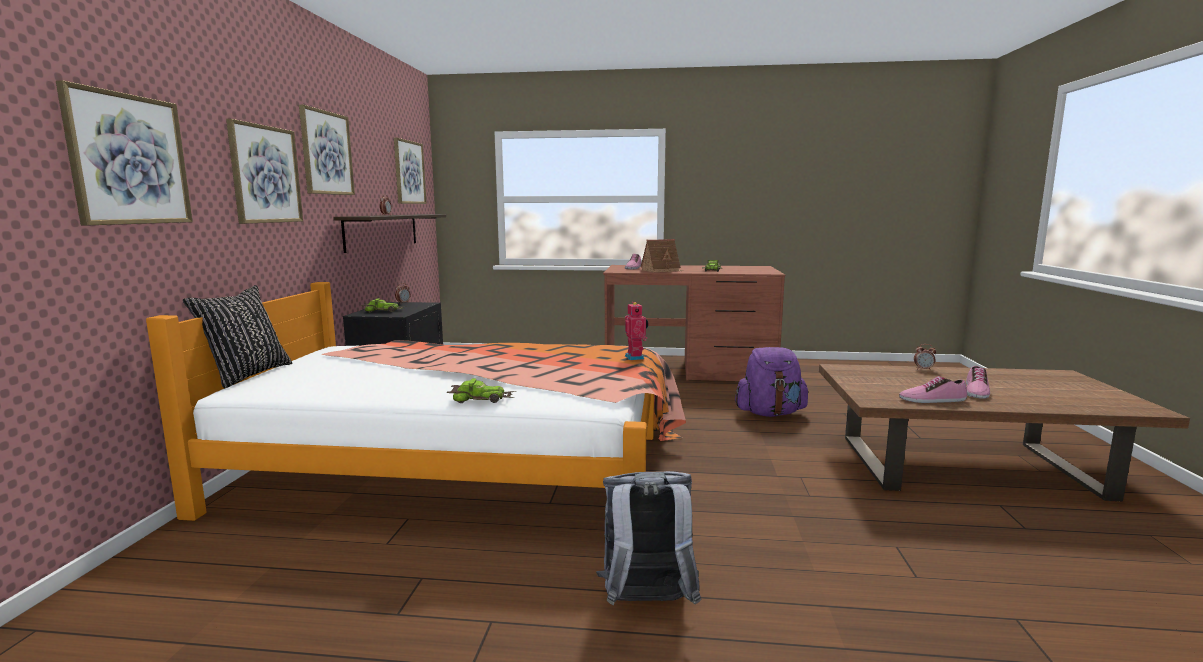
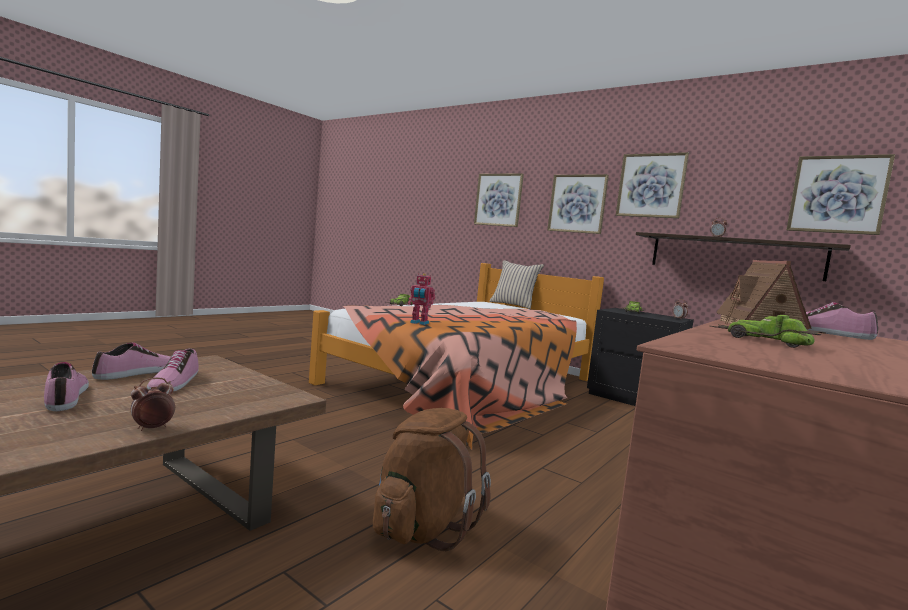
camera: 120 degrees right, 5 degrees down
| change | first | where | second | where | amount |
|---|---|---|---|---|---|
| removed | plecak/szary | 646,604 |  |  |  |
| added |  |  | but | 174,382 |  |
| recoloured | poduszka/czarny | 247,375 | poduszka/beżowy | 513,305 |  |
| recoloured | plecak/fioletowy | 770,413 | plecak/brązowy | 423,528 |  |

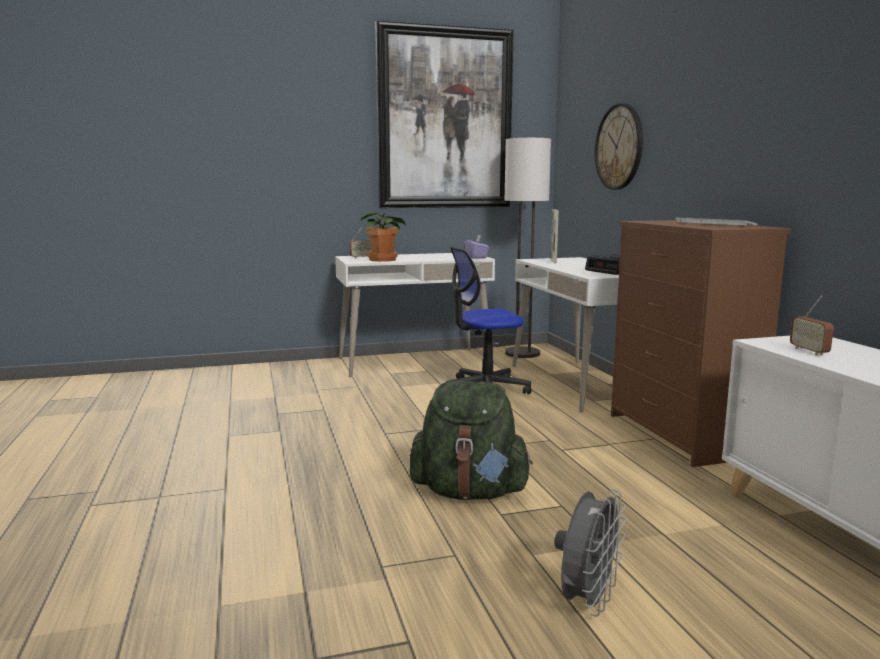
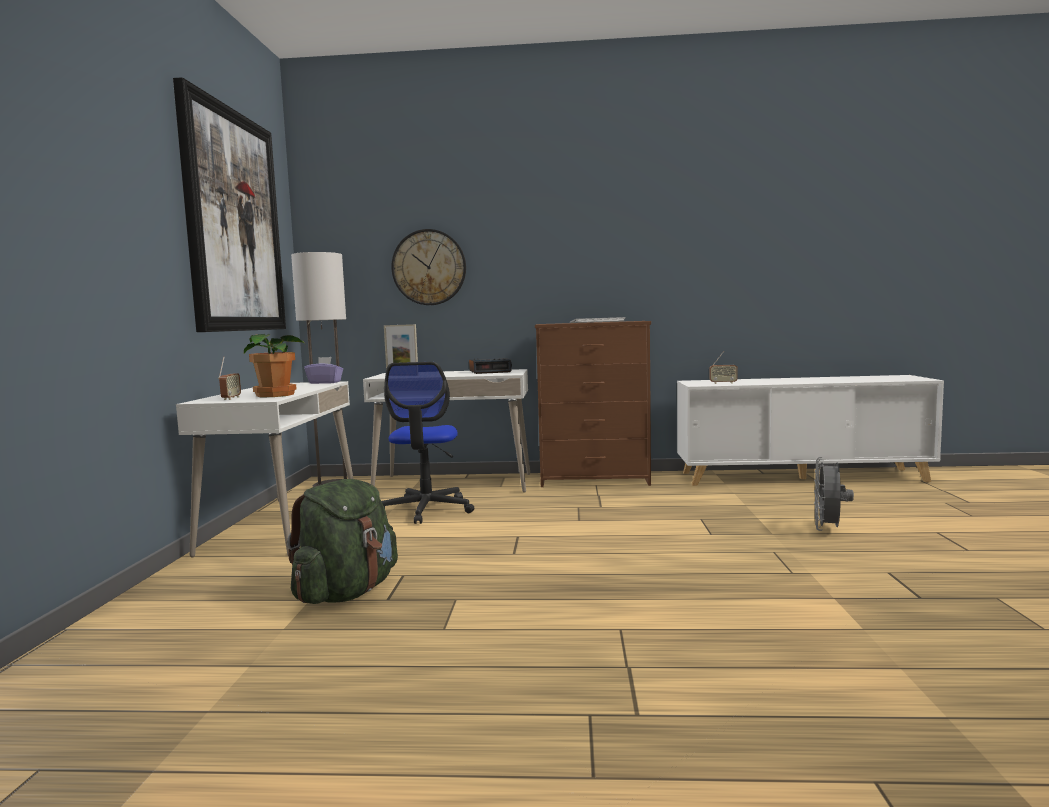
camera: 70 degrees left, 5 degrees down
| change | first | where | second | where | amount |
|---|---|---|---|---|---|
| moved | plecak/zielony | 469,492 |  | 347,593 |  |
| turned | wentylator/szary | 587,601 |  | 828,529 | 120 degrees counterclockwise |

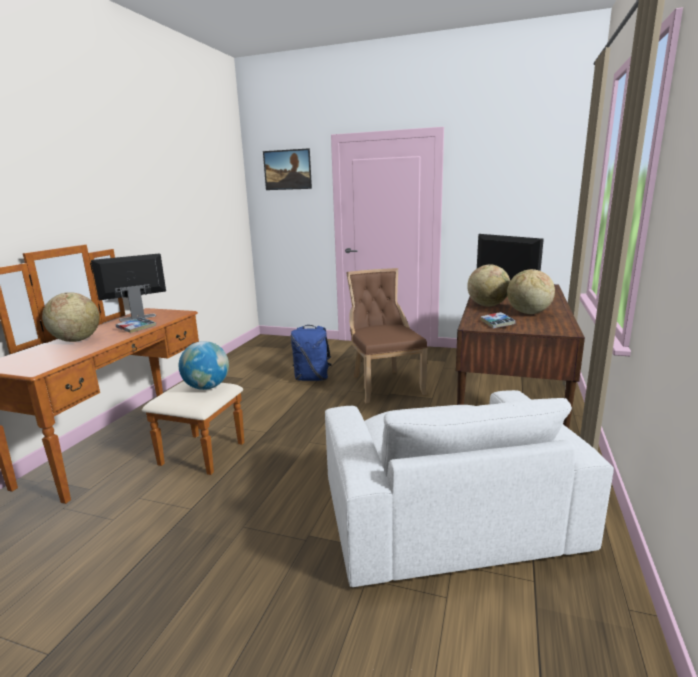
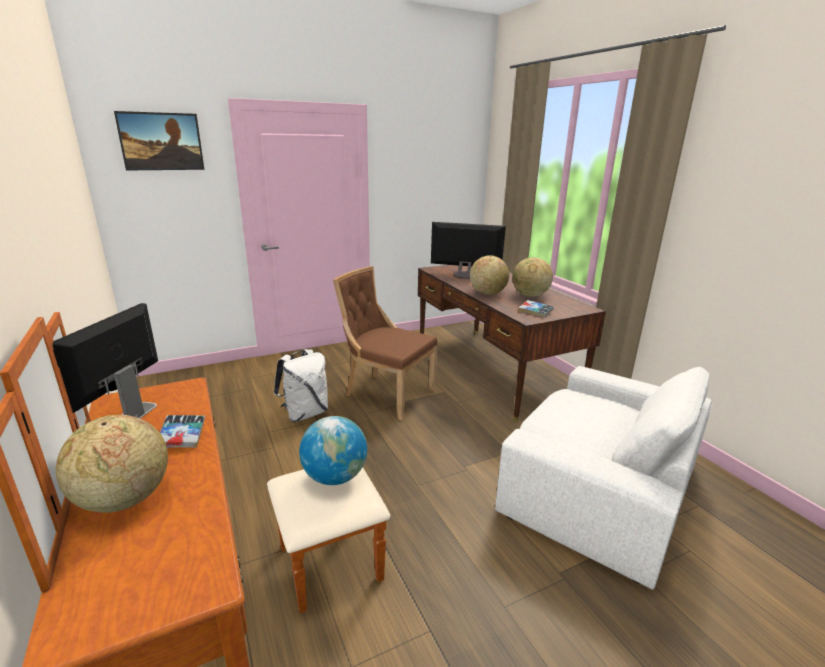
camera: 45 degrees left, 5 degrees up
| change | first | where | second | where | amount |
|---|---|---|---|---|---|
| recoloured | plecak/niebieski | 312,378 | plecak/biały | 305,413 |  |

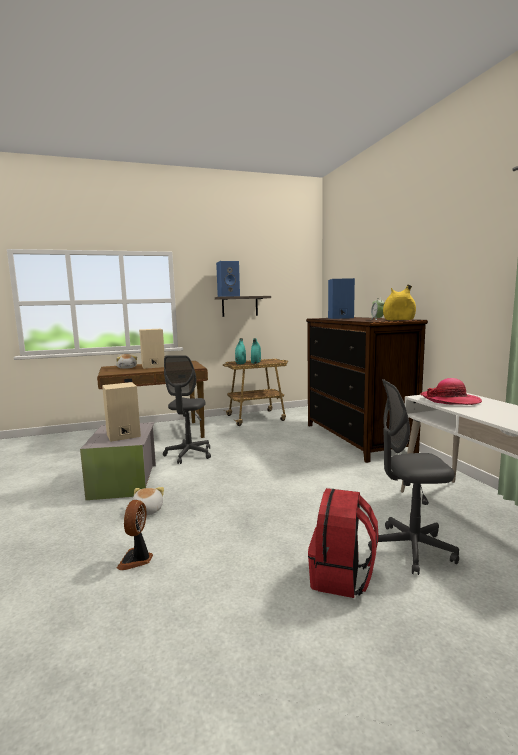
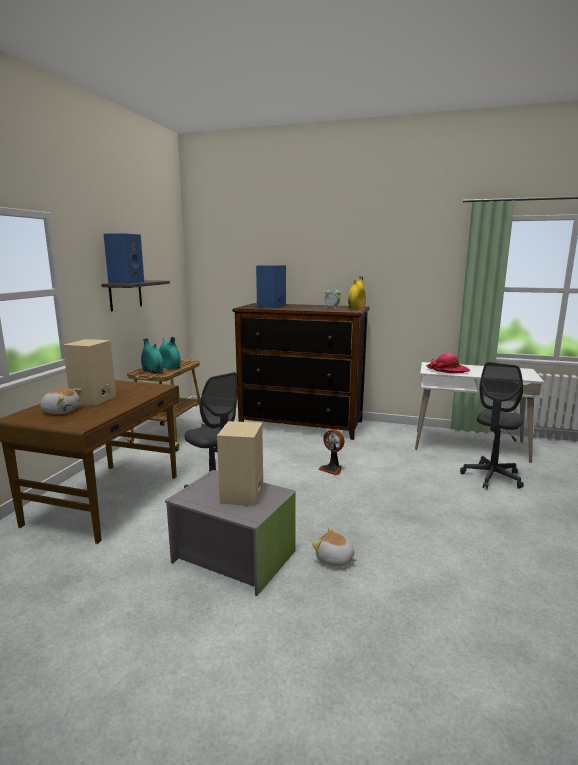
camera: 55 degrees left, 5 degrees up
| change | first | where | second | where | amount |
|---|---|---|---|---|---|
| removed | plecak/czerwony | 342,577 |  |  |  |
| moved | wentylator | 136,559 |  | 332,469 |  |

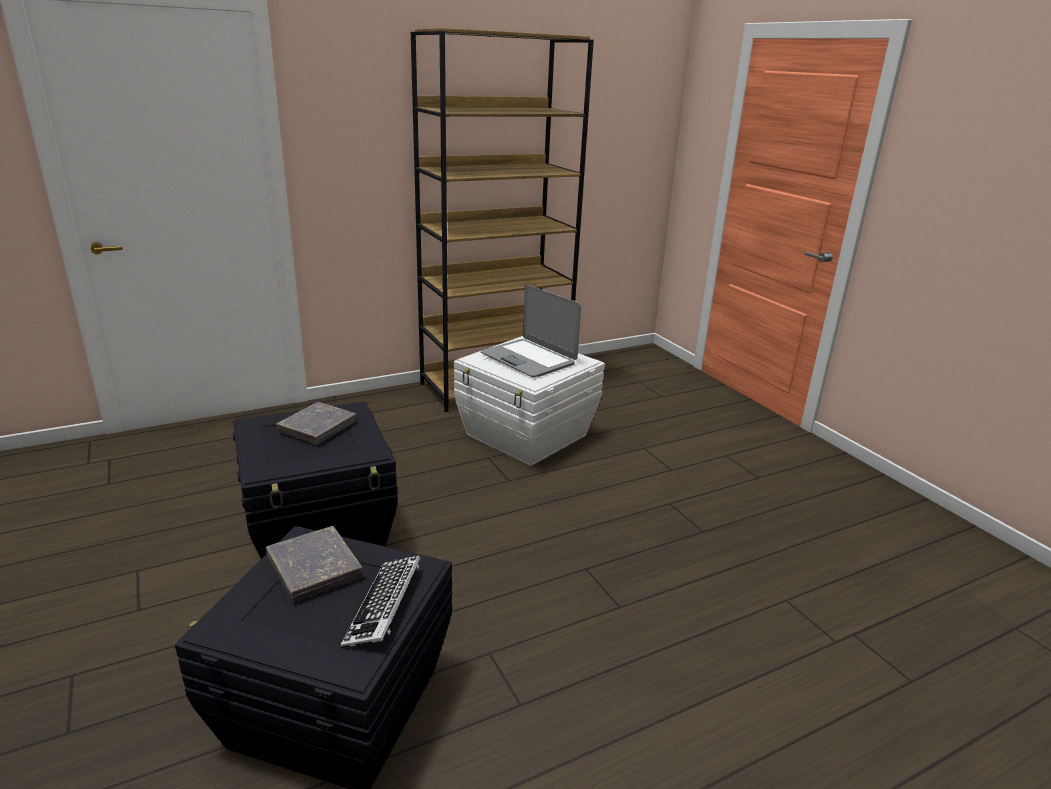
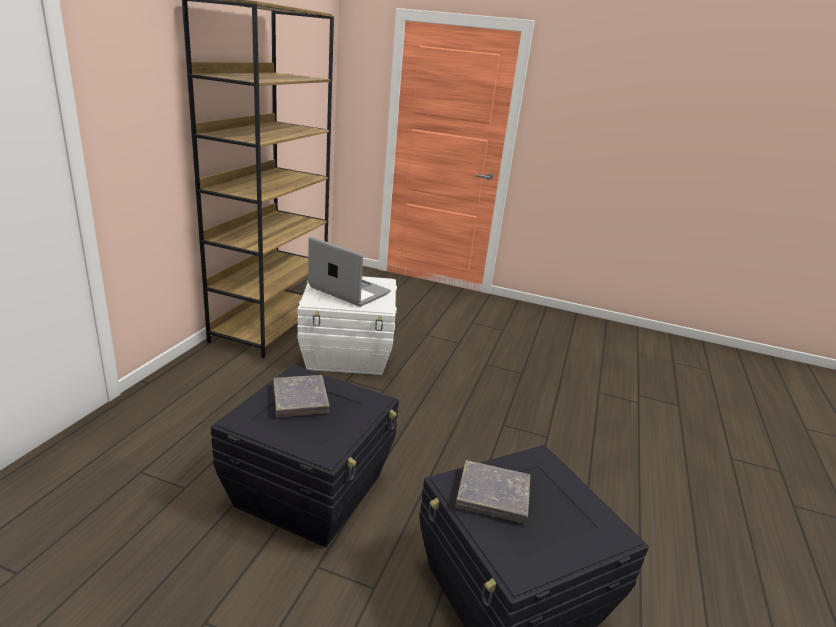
camera: 45 degrees left, 0 degrees up
| change | first | where | second | where | amount |
|---|---|---|---|---|---|
| removed | klawiatura | 384,606 |  |  |  |
| turned | laptop | 529,359 |  | 349,290 | 150 degrees counterclockwise |

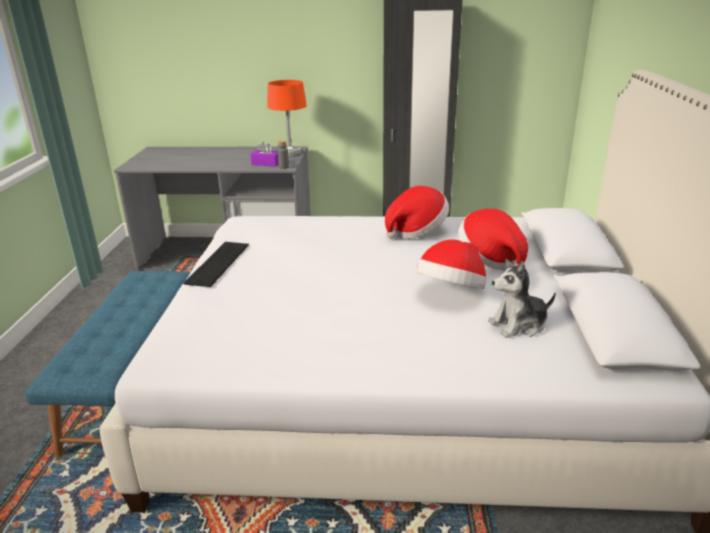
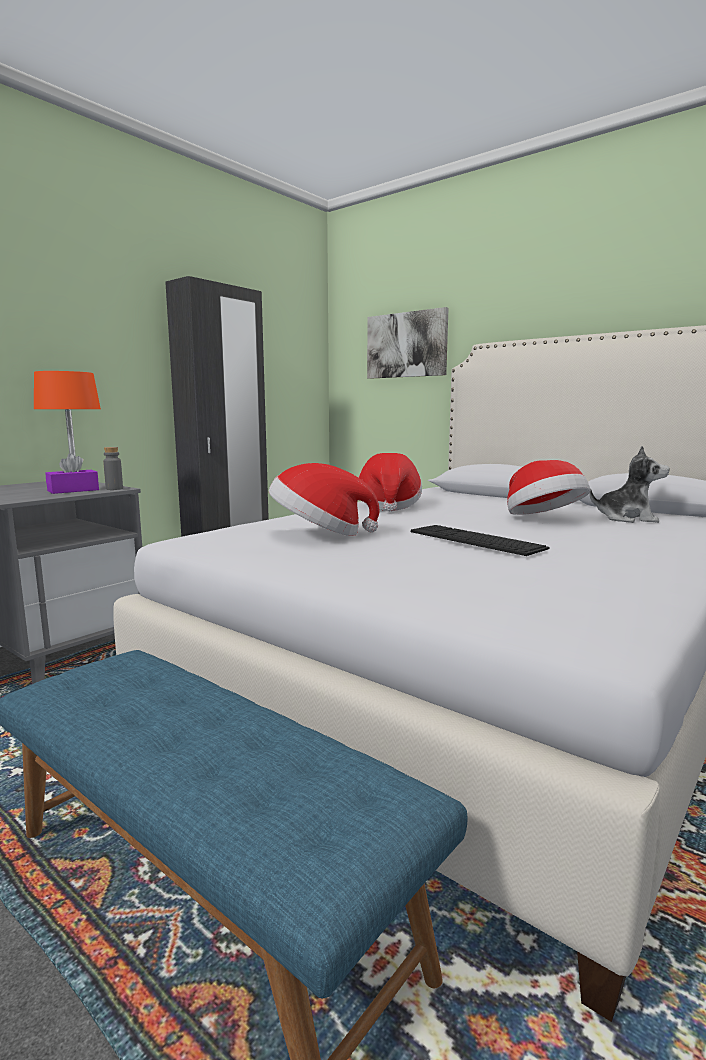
camera: 55 degrees left, 15 degrees down
| change | first | where | second | where | amount |
|---|---|---|---|---|---|
| added |  |  | obraz | 407,345 |  |
| moved | klawiatura | 218,263 |  | 475,540 |  |
| moved | kapelusz | 490,258 |  | 320,533 |  |
| turned | pluszak | 519,325 |  | 627,519 | 90 degrees counterclockwise |

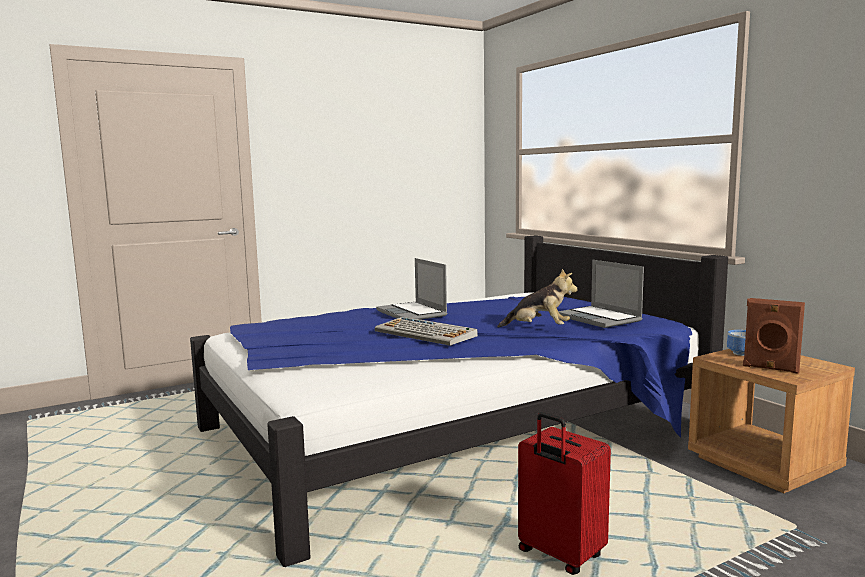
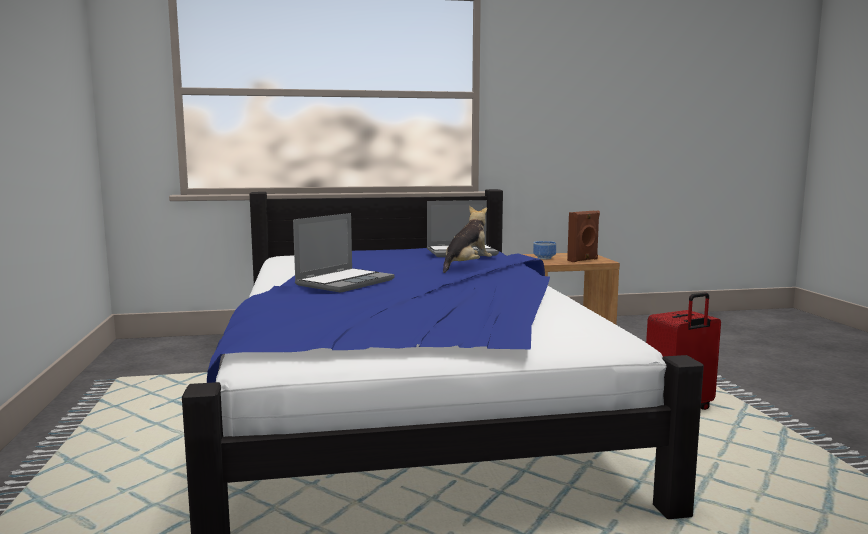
camera: 70 degrees left, 0 degrees up
| change | first | where | second | where | amount |
|---|---|---|---|---|---|
| removed | klawiatura | 426,333 |  |  |  |
| turned | laptop | 412,313 |  | 345,282 | 45 degrees counterclockwise |

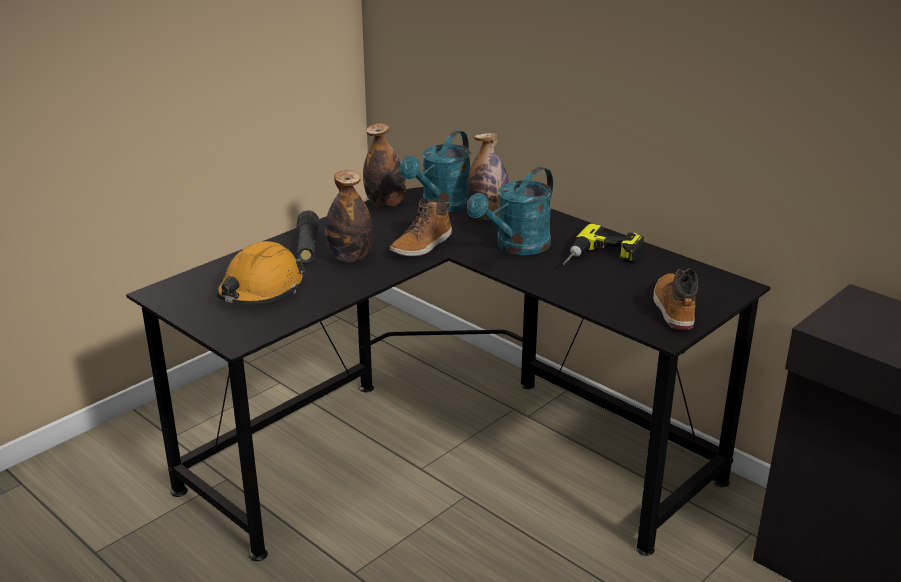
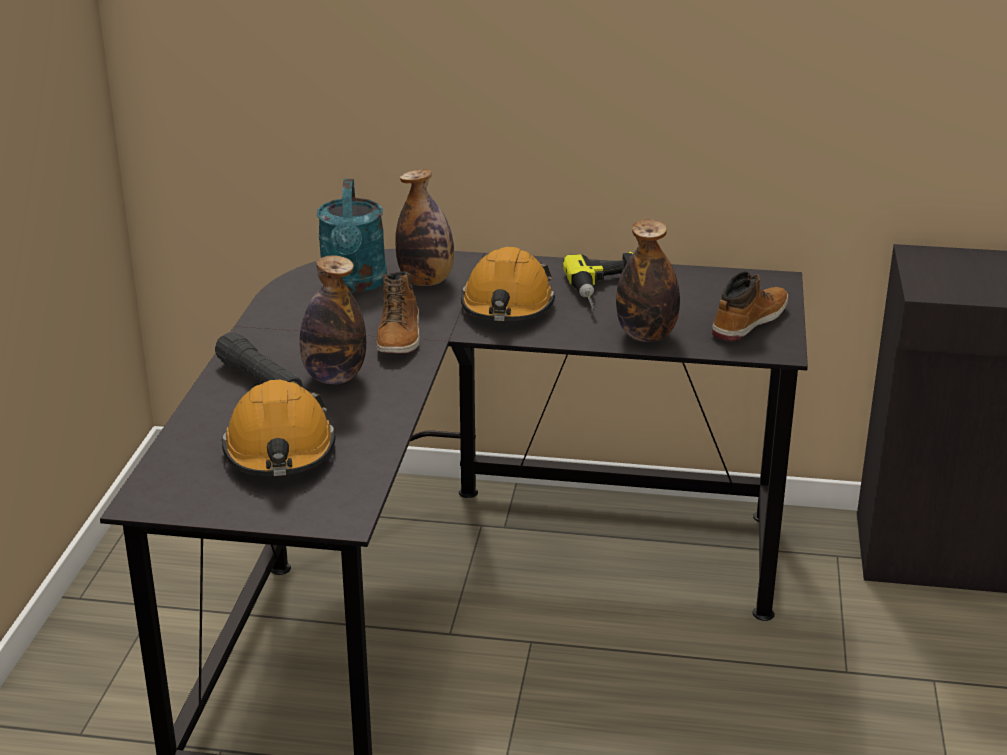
camera: 35 degrees left, 0 degrees up
| change | first | where | second | where | amount |
|---|---|---|---|---|---|
| moved | butelka | 386,204 |  | 646,336 |  |
| replaced | konewka/turkusowy | 516,247 | kask/pomarańczowy | 507,306 |  |
| turned | but z cholewką | 673,308 |  | 748,322 | 75 degrees clockwise |

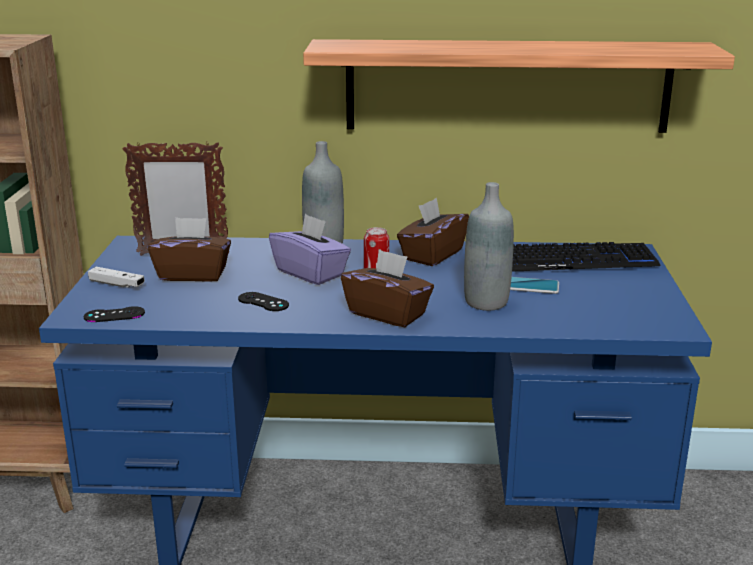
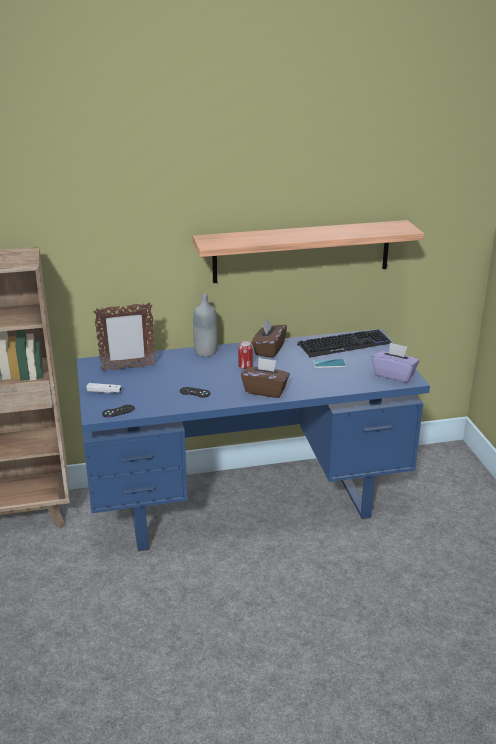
camera: 15 degrees left, 5 degrees up
| change | first | where | second | where | amount |
|---|---|---|---|---|---|
| removed | pudełko chusteczek/brązowy | 193,274 |  |  |  |
| removed | butelka/szary | 486,302 |  |  |  |
| moved | pudełko chusteczek/fioletowy | 311,273 |  | 394,375 |  |

